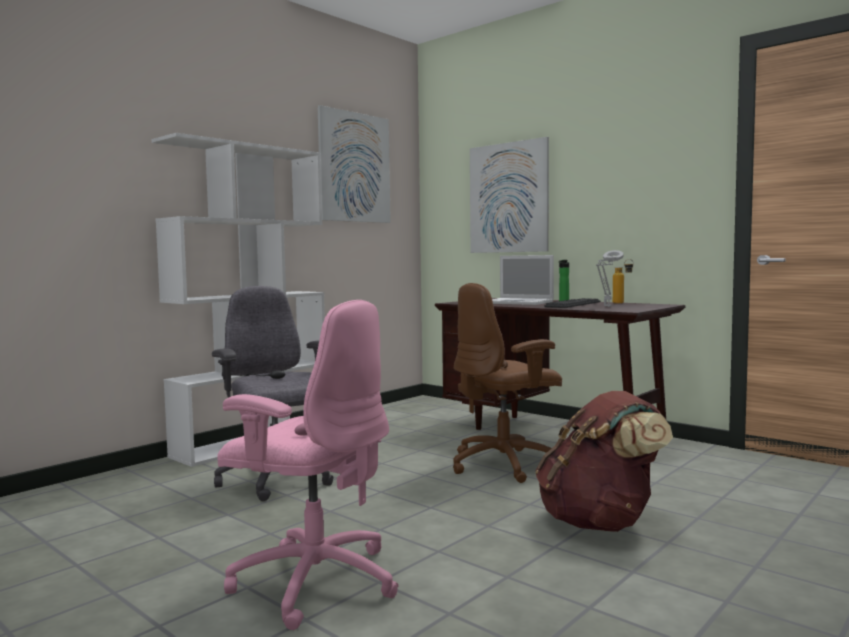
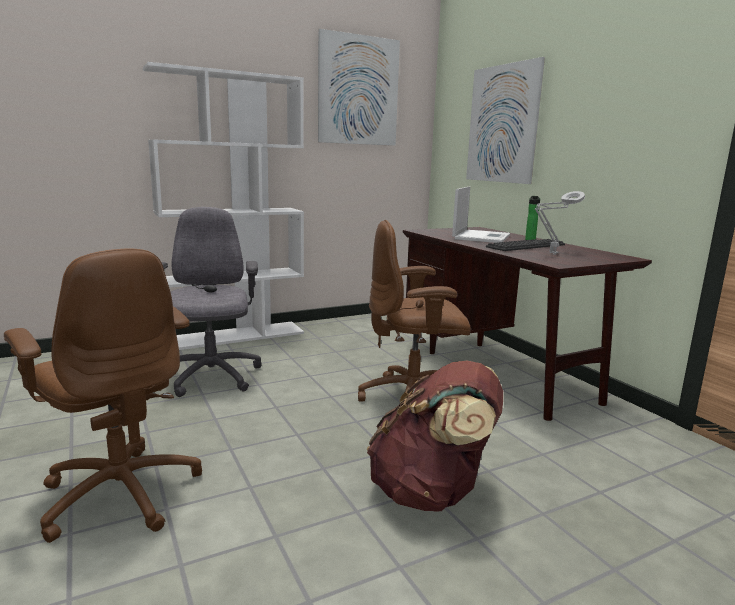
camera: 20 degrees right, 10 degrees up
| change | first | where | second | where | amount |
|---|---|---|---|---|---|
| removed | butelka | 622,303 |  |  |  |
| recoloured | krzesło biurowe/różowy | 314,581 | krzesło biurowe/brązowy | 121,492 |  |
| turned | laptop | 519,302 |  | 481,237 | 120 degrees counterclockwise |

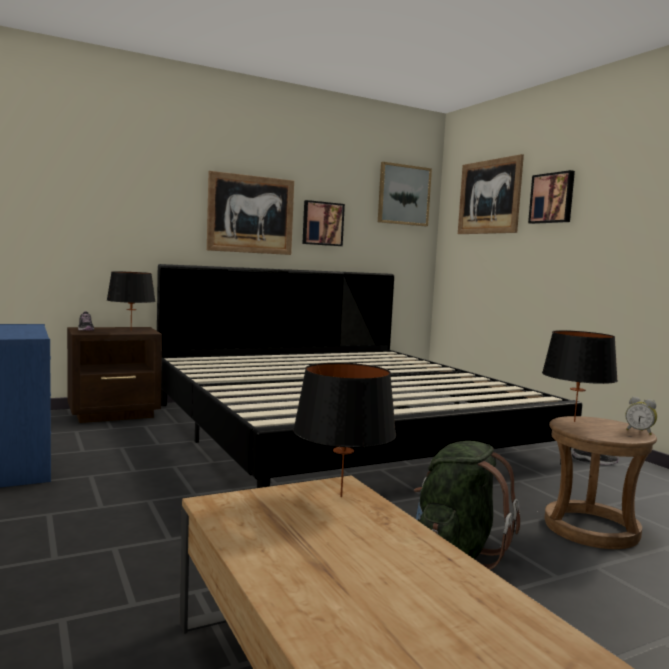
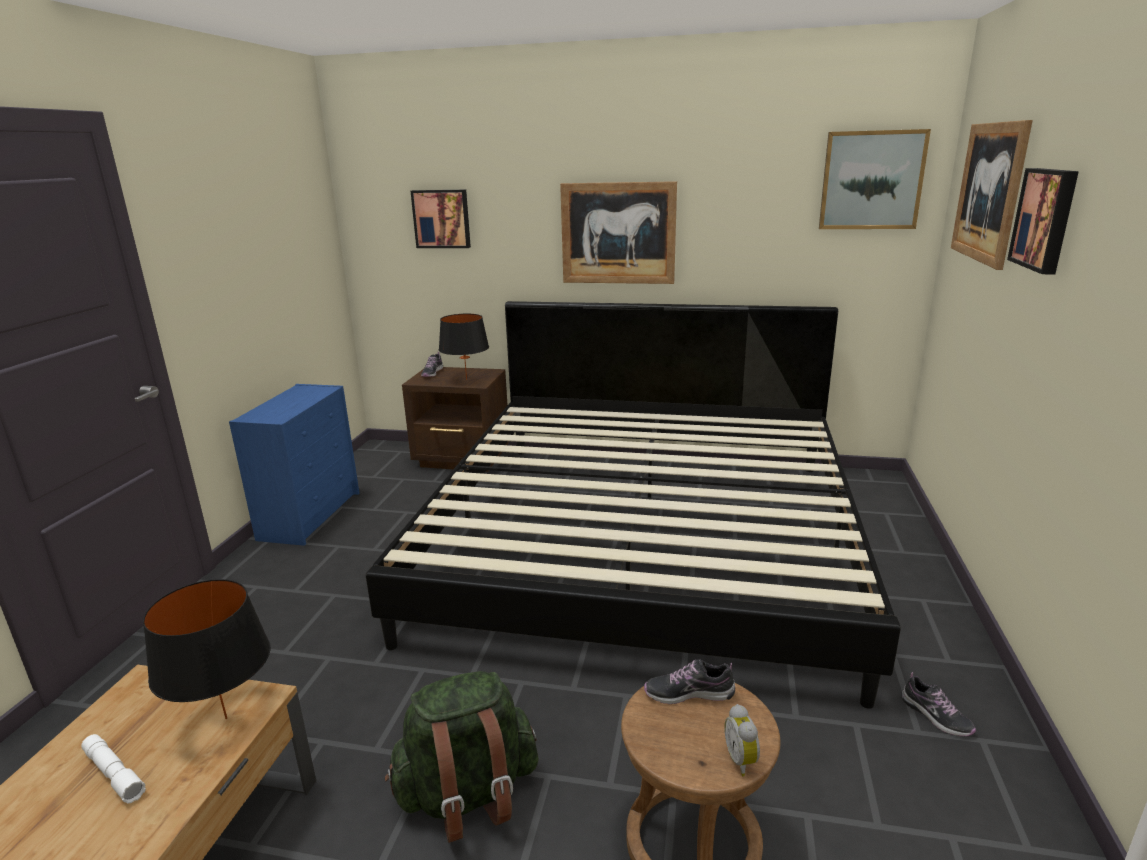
camera: 40 degrees right, 15 degrees up
| change | first | where | second | where | amount |
|---|---|---|---|---|---|
| added |  |  | latarka/biały | 114,774 |  |
| moved | obraz | 322,223 |  | 442,219 |  |
| replaced | lampa stołowa/czarny | 574,421 | but | 689,693 |  |

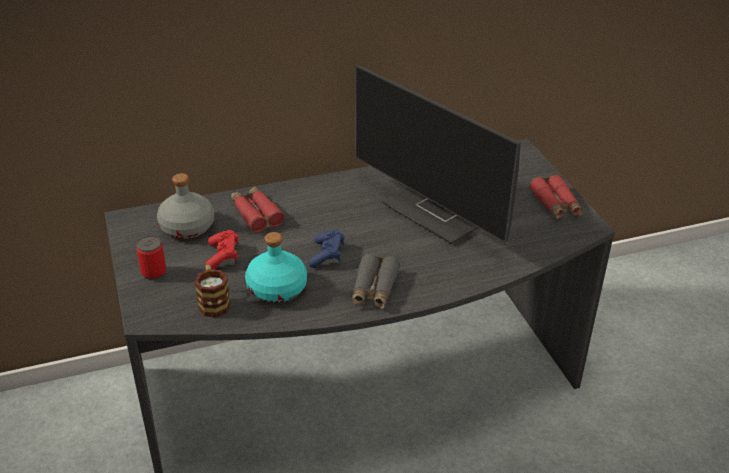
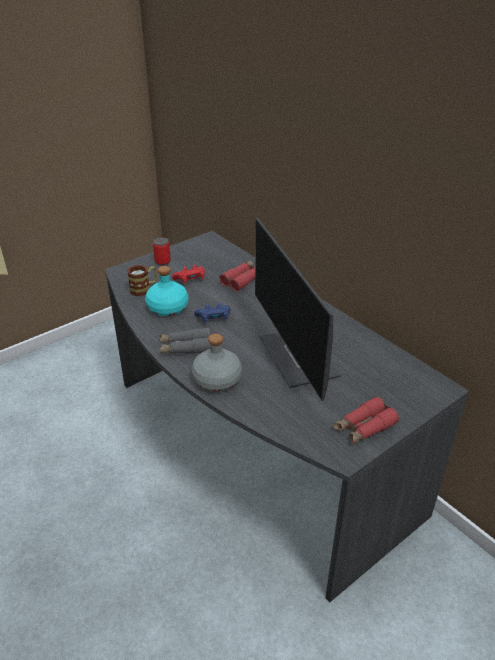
camera: 70 degrees right, 0 degrees up
| change | first | where | second | where | amount |
|---|---|---|---|---|---|
| moved | butelka/szary | 187,227 |  | 216,379 |  |
| turned | monitor | 438,214 |  | 299,359 | 45 degrees counterclockwise |

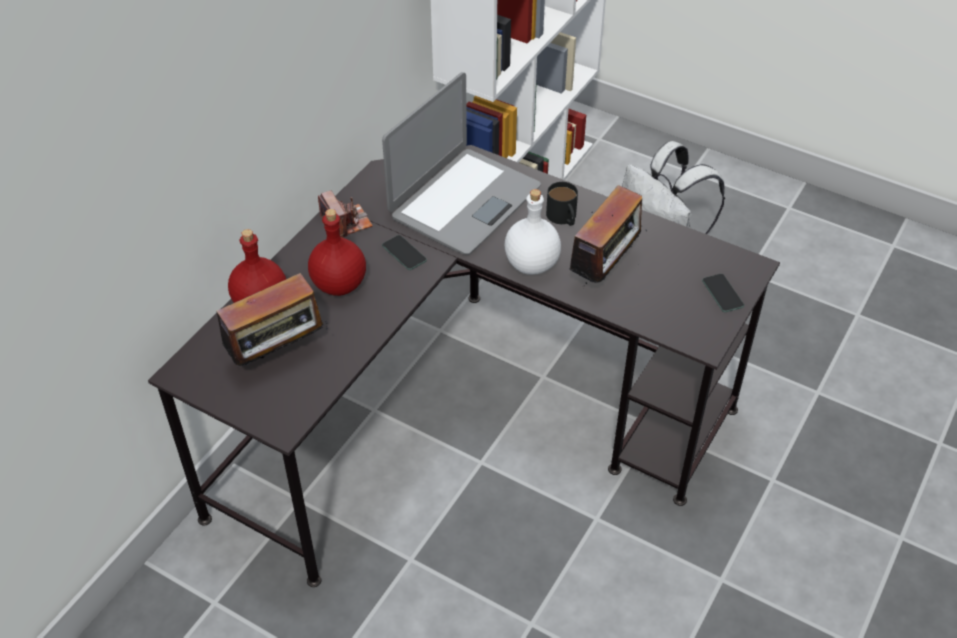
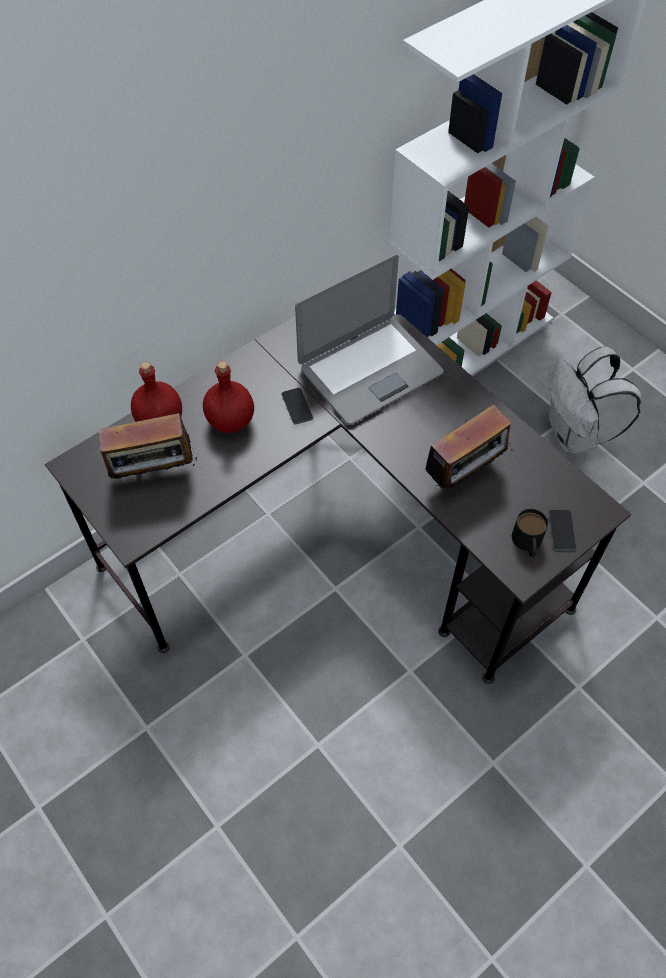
camera: 20 degrees right, 10 degrees up
| change | first | where | second | where | amount |
|---|---|---|---|---|---|
| removed | aparat fotograficzny | 346,223 |  |  |  |
| removed | butelka/biały | 532,265 |  |  |  |
| moved | kubek/czarny | 563,218 |  | 527,543 |  |

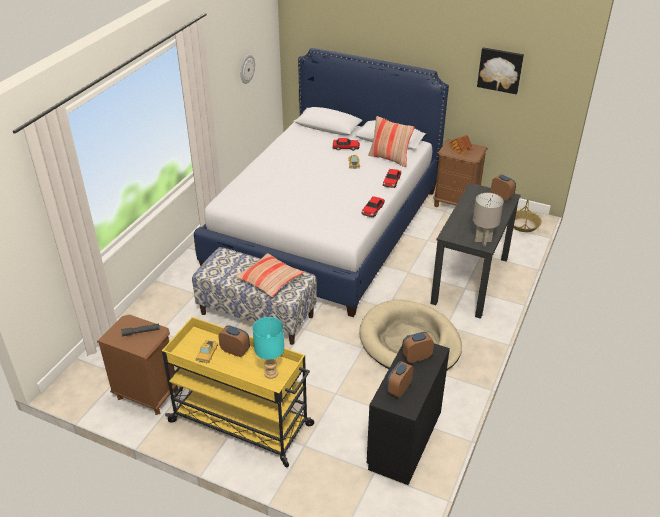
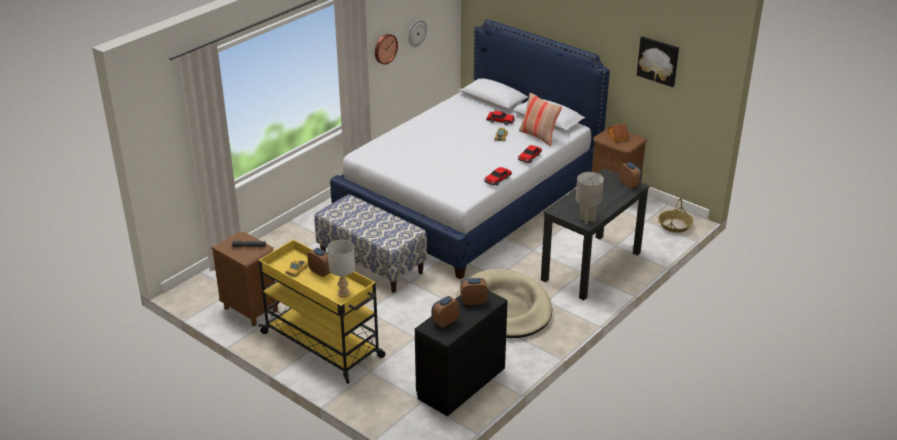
camera: 15 degrees right, 5 degrees down
| change | first | where | second | where | amount |
|---|---|---|---|---|---|
| removed | poduszka | 270,280 |  |  |  |
| added |  |  | zegar ścienny | 385,48 |  |
| recoloured | lampa stołowa/turkusowy | 271,373 | lampa stołowa/szary | 344,293 |  |

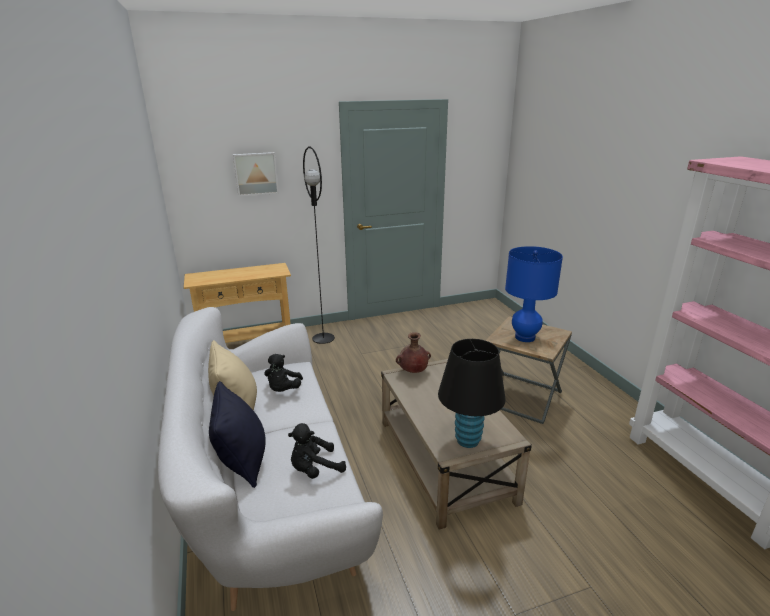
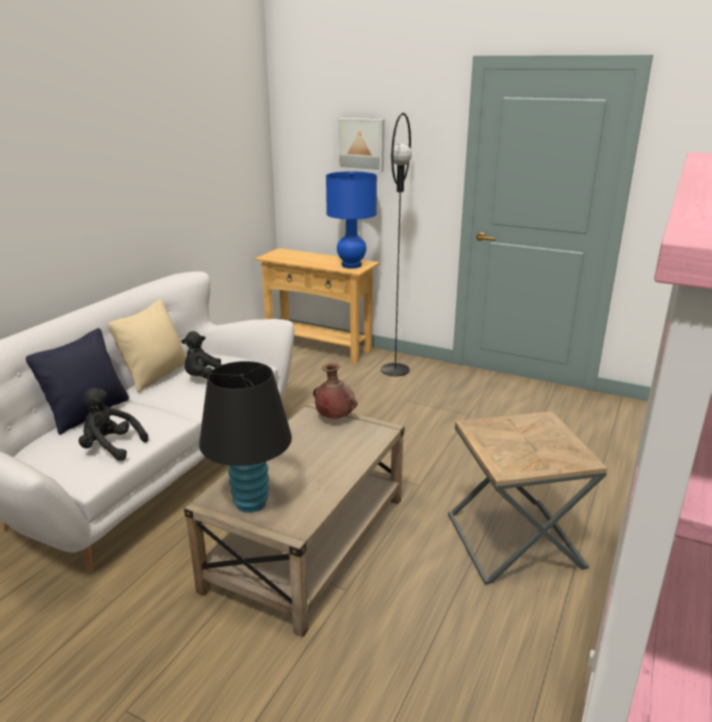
camera: 45 degrees right, 0 degrees up
| change | first | where | second | where | amount |
|---|---|---|---|---|---|
| moved | lampa stołowa/niebieski | 525,337 |  | 351,265 |  |

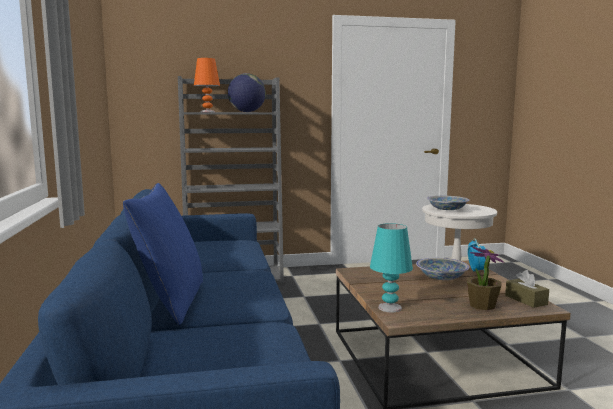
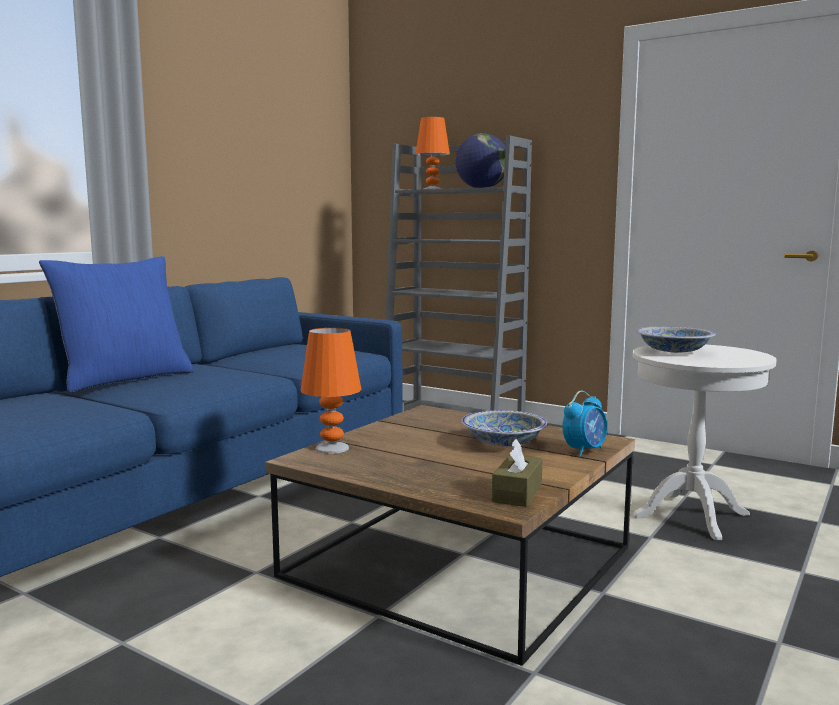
camera: 45 degrees right, 0 degrees up
| change | first | where | second | where | amount |
|---|---|---|---|---|---|
| removed | roślina doniczkowa | 482,305 |  |  |  |
| recoloured | lampa stołowa/turkusowy | 390,308 | lampa stołowa/pomarańczowy | 332,448 |  |

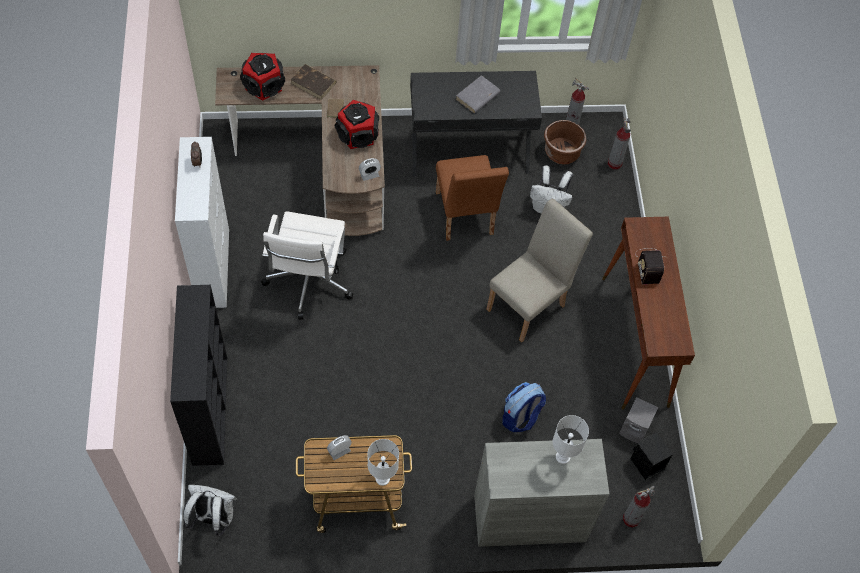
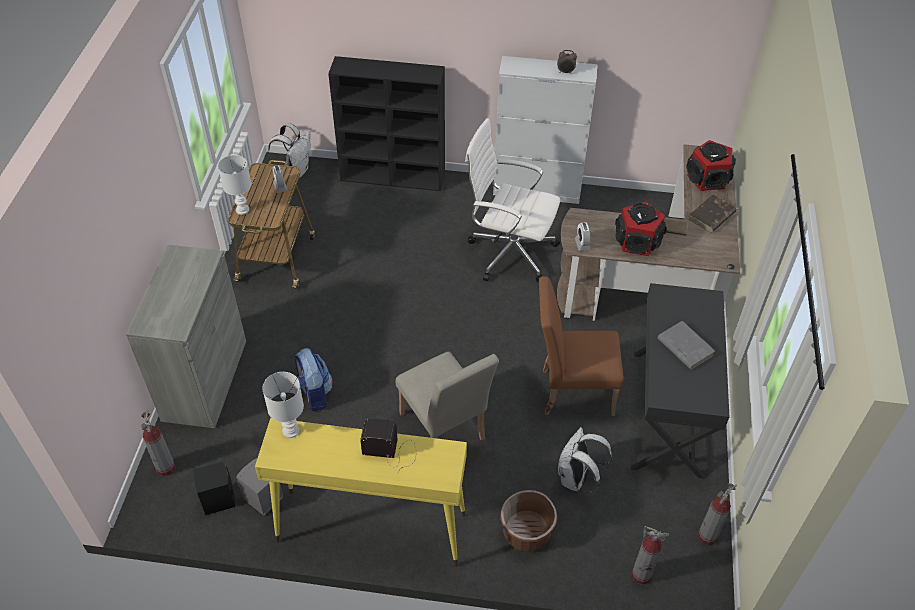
camera: 105 degrees right, 10 degrees down
| change | first | where | second | where | amount |
|---|---|---|---|---|---|
| moved | donica/brązowy | 561,152 |  | 526,532 |  |
| moved | lampa stołowa/biały | 563,457 |  | 290,431 |  |
| recoloured | stolik konsolowy/brązowy | 635,341 | stolik konsolowy/żółty | 370,528 |  |

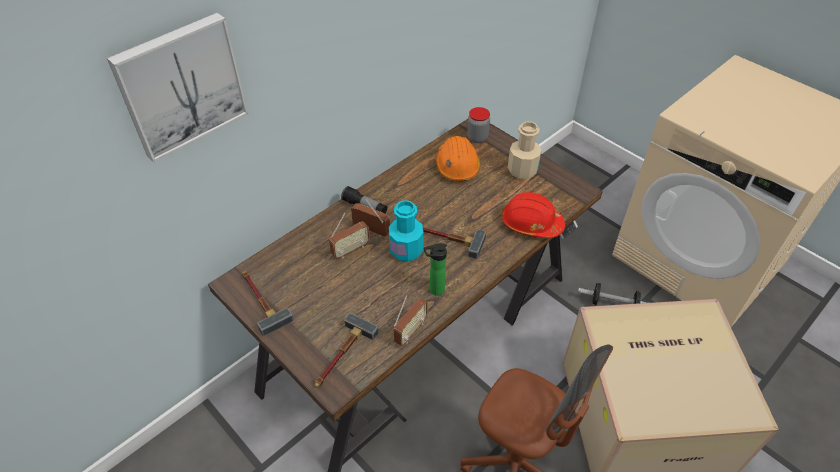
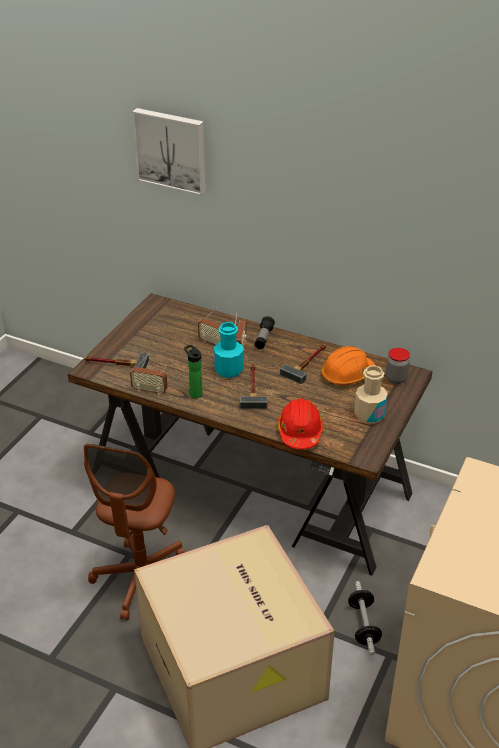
camera: 70 degrees right, 10 degrees down
| change | first | where | second | where | amount |
|---|---|---|---|---|---|
| moved | młotek | 261,301 |  | 308,363 |  |

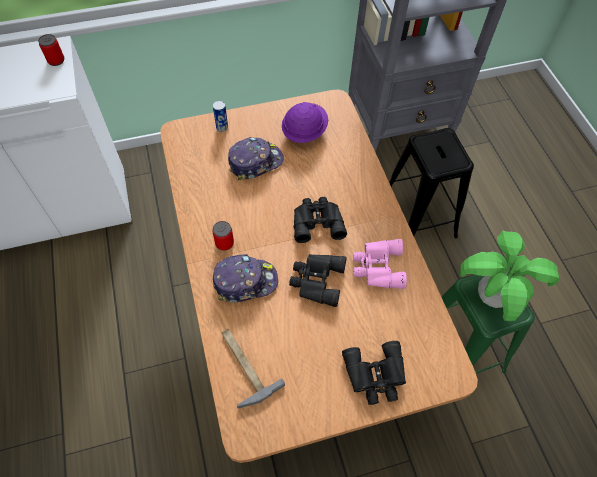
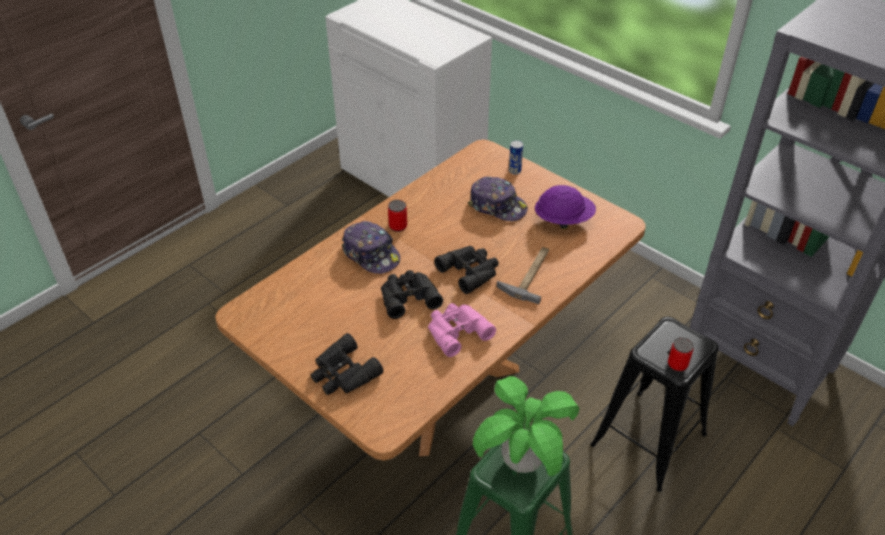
camera: 60 degrees right, 15 degrees down
| change | first | where | second | where | amount |
|---|---|---|---|---|---|
| moved | puszka | 56,60 |  | 677,364 |  |
| moved | młotek | 243,366 |  | 530,274 |  |

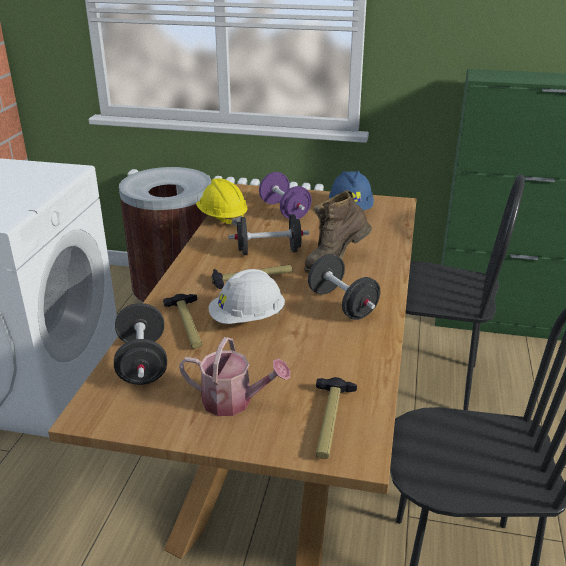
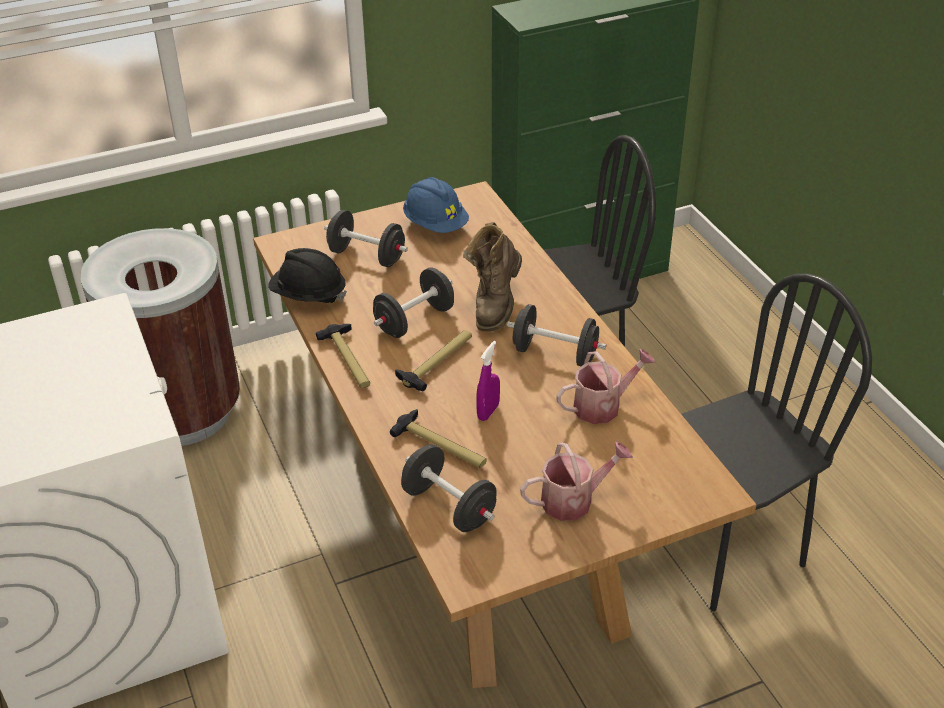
camera: 35 degrees left, 10 degrees up
| change | first | where | second | where | amount |
|---|---|---|---|---|---|
| added |  |  | konewka | 602,405 |  |
| moved | młotek | 330,422 |  | 349,361 |  |
| replaced | kask/biały | 247,319 | spryskiwacz/fioletowy | 488,412 |  |
| recoloured | kask/żółty | 222,218 | kask/czarny | 308,295 |  |
| recoloured | hantel/fioletowy | 284,211 | hantel/czarny | 367,256 |  |

